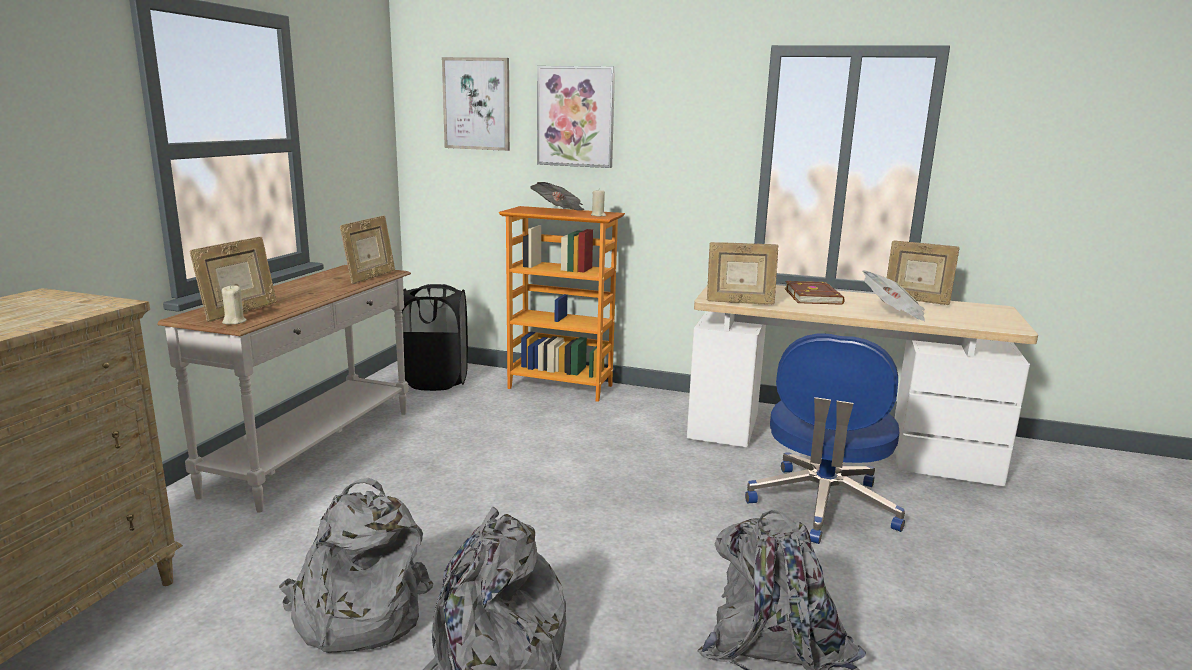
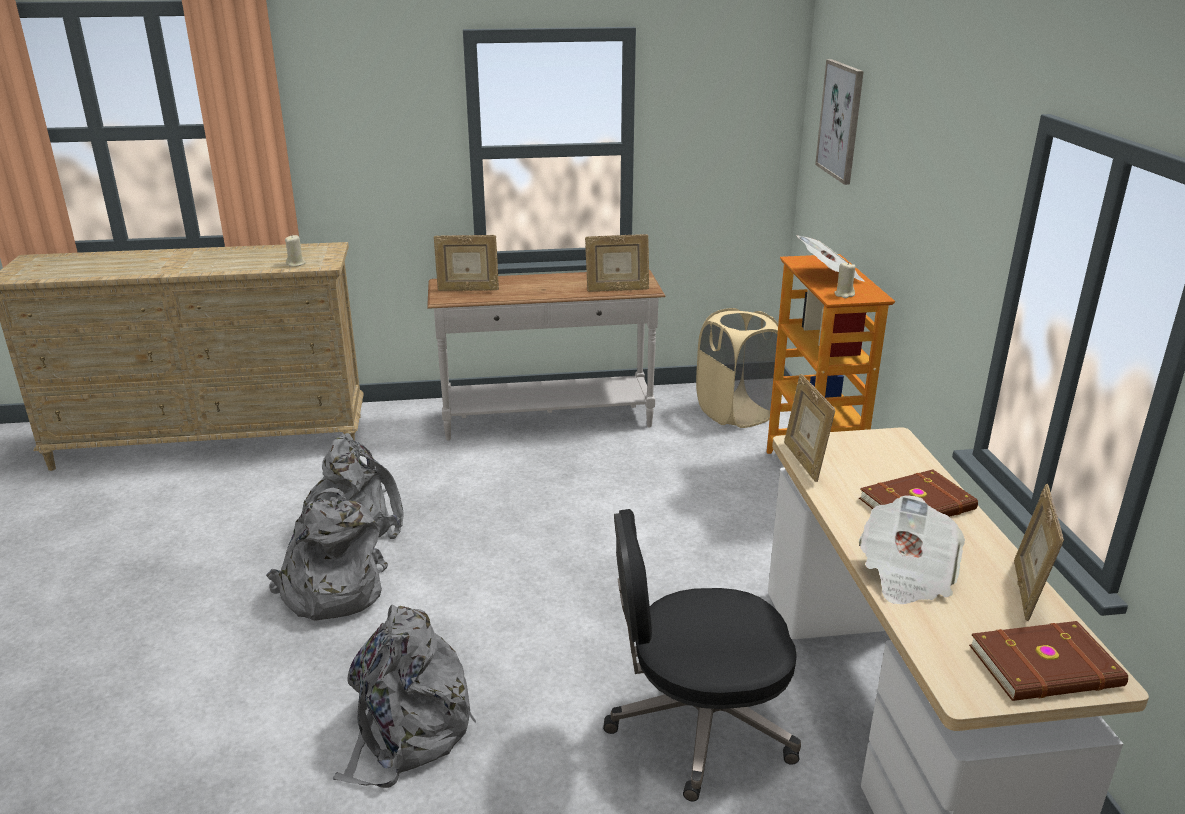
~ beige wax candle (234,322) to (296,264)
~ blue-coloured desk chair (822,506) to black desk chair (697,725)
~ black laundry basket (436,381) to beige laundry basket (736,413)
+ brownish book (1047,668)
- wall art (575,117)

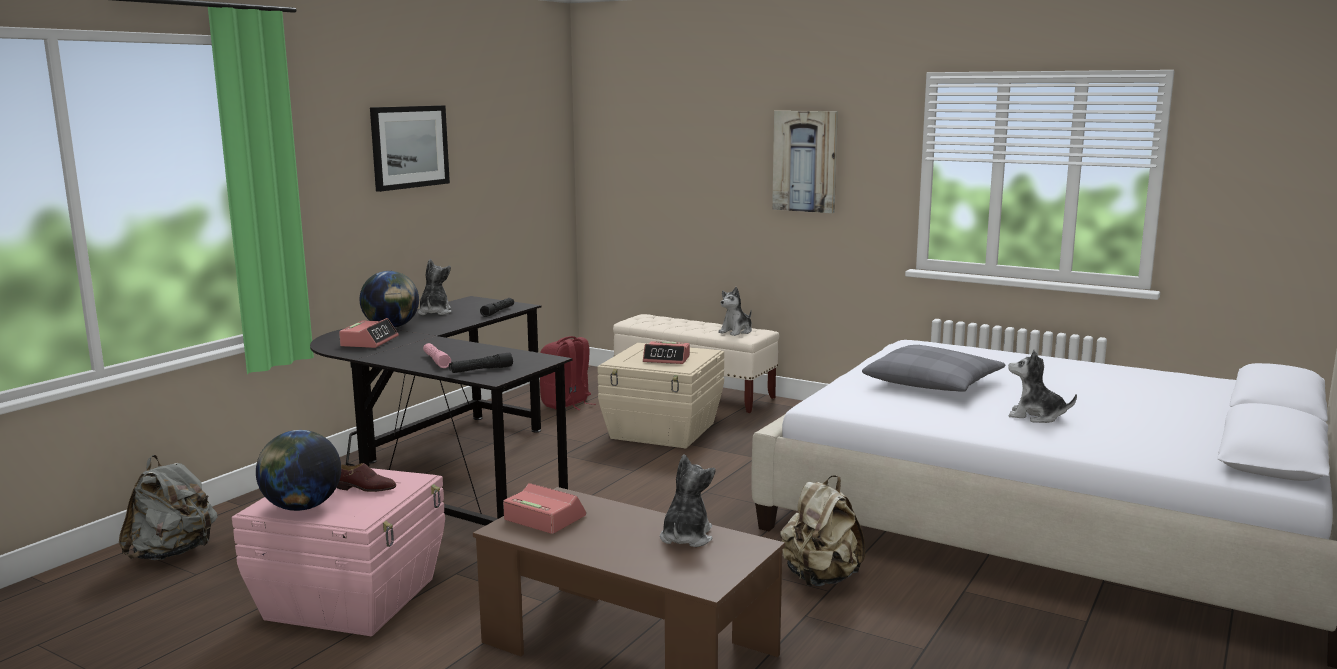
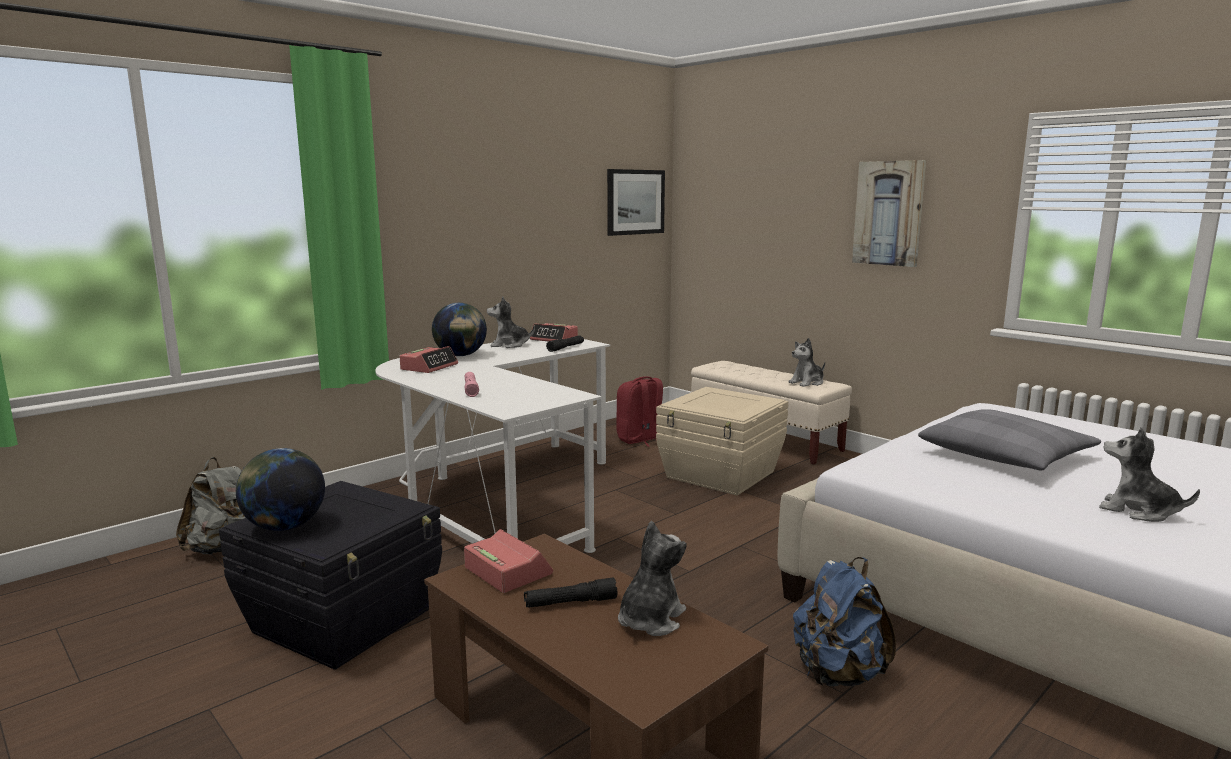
~ pink-coloured storage box (353,598) to black storage box (344,620)
~ black desk table (447,476) to whitish desk table (500,499)
~ cuddly toy (434,312) = (509,345) 105 degrees counterclockwise
~ black flashlight (481,370) to (570,603)
~ alarm clock (666,359) to (554,339)
~ wall art (409,147) to (635,202)
~ beige knapsack (820,578) to blue-coloured knapsack (838,674)
- brownish shoe (366,488)

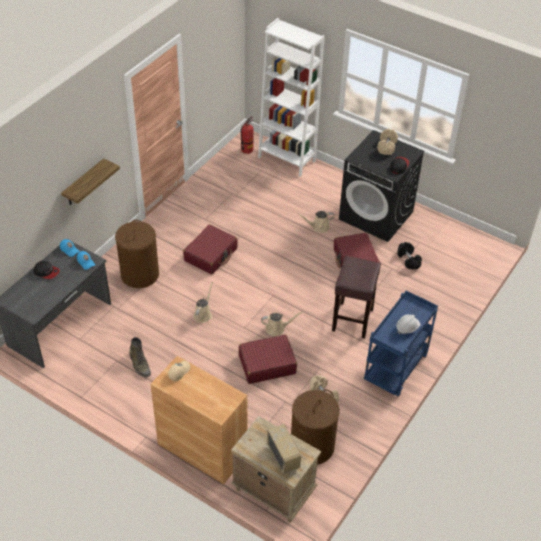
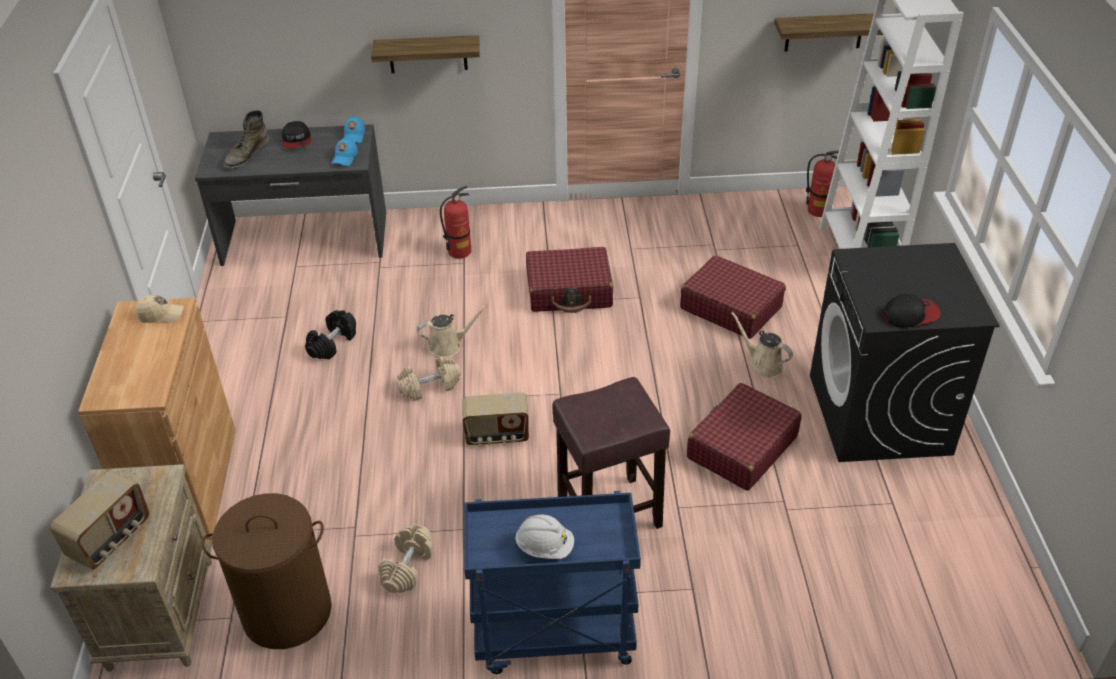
~ green tall boot (140,364) to (246,154)
~ black hand weight (408,260) to (332,343)
~ beige hand weight (386,147) to (429,386)
~ brownish laundry basket (139,274) to extinguisher (459,251)
~ beige watering can (277,329) to radio (497,435)
~ red suitcase (267,364) to (730,307)
+ wall shelf (824,32)

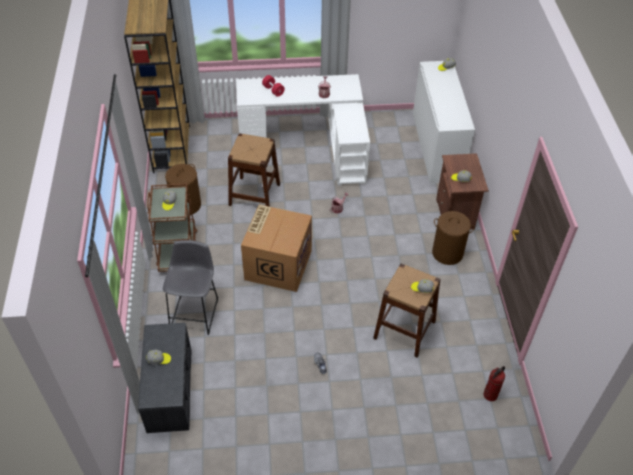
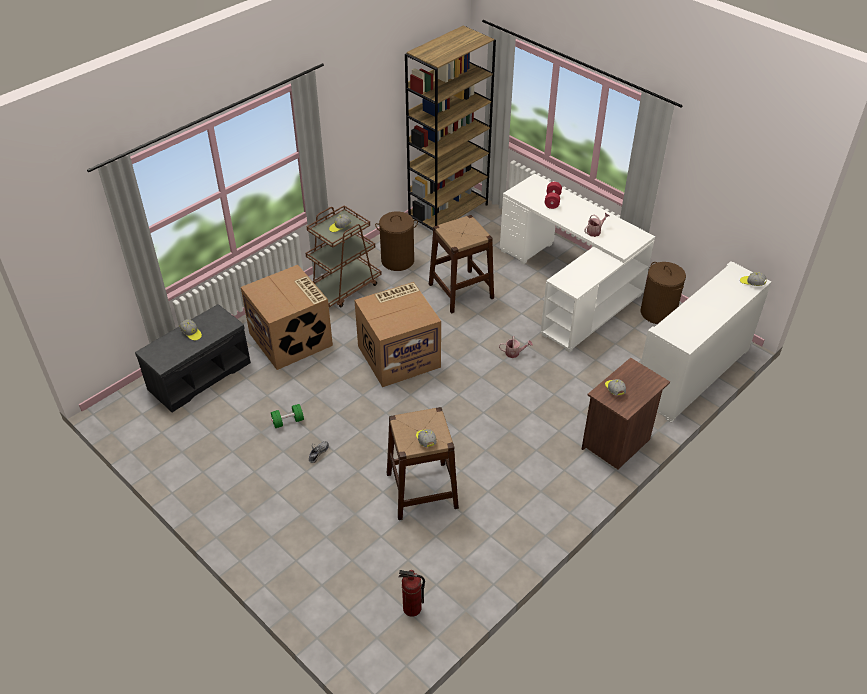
~ greyish stool (195,312) to carton (292,339)
+ green hand weight (288,421)
~ brownish laundry basket (447,253) to (658,313)

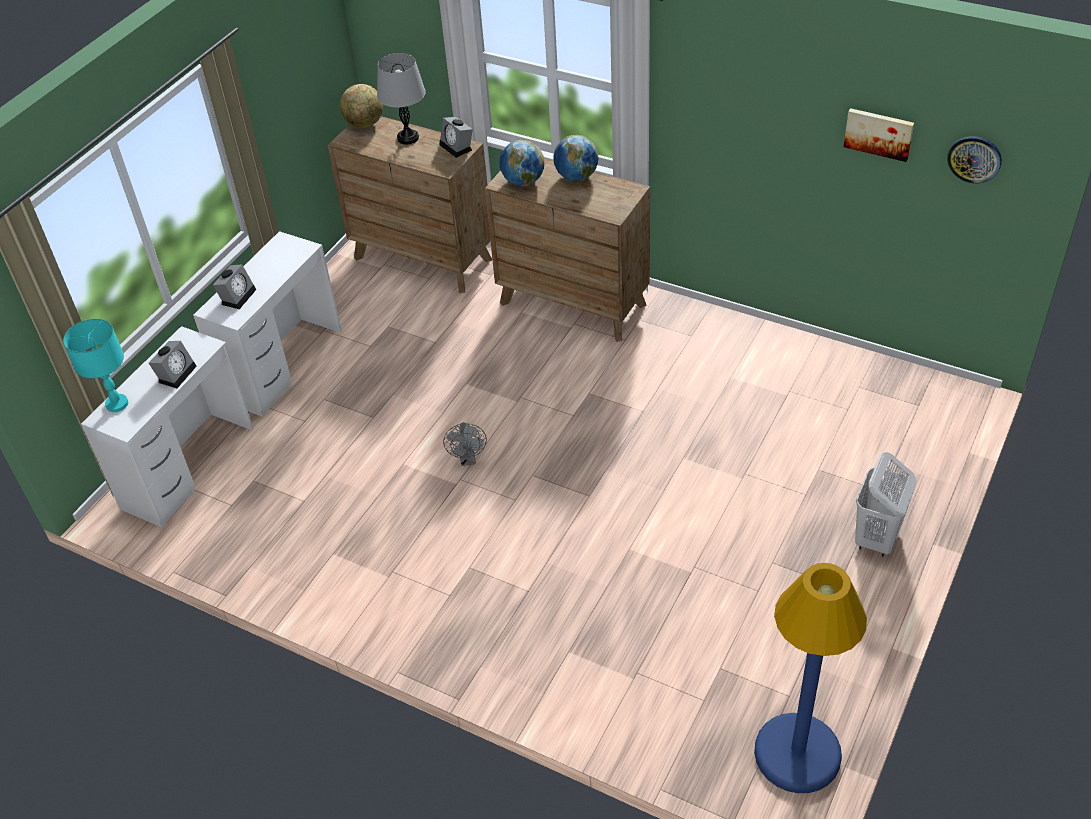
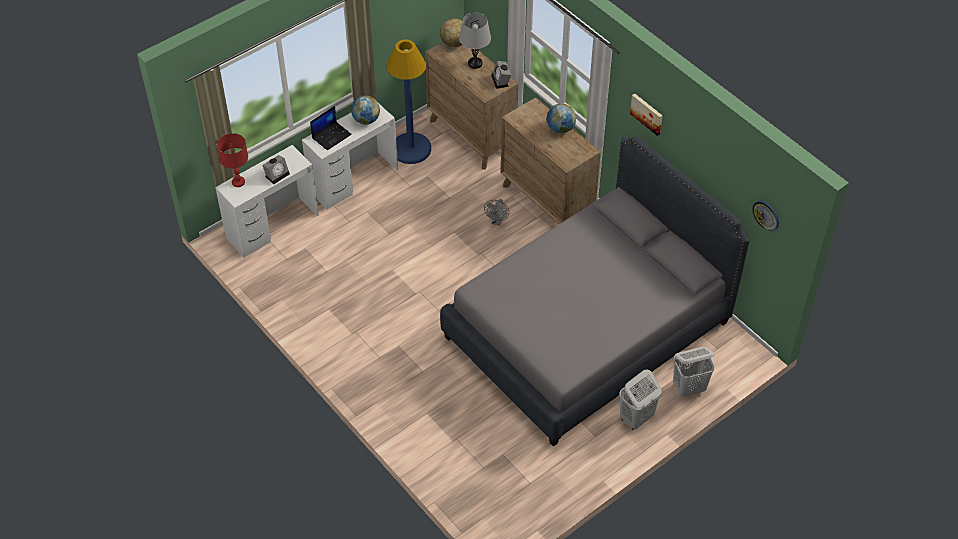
~ turquoise tabletop lamp (117,404) to red tabletop lamp (238,182)
~ alarm clock (238,295) to portable computer (331,136)
~ globe (523,181) to (366,120)
~ blue-coloured standing lamp (797,754) to (411,149)
+ greyish sleeping bed (587,329)
~ greyish electric fan (468,459) to (497,221)
~ wall art (879,133) to (647,113)
+ whitish laundry basket (689,388)

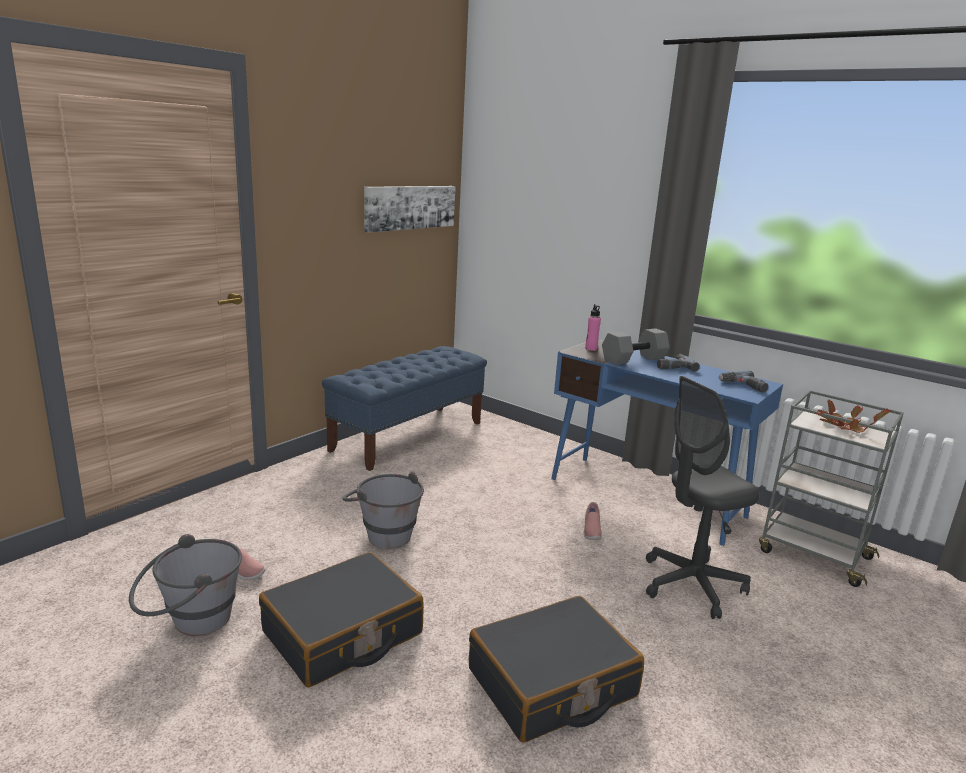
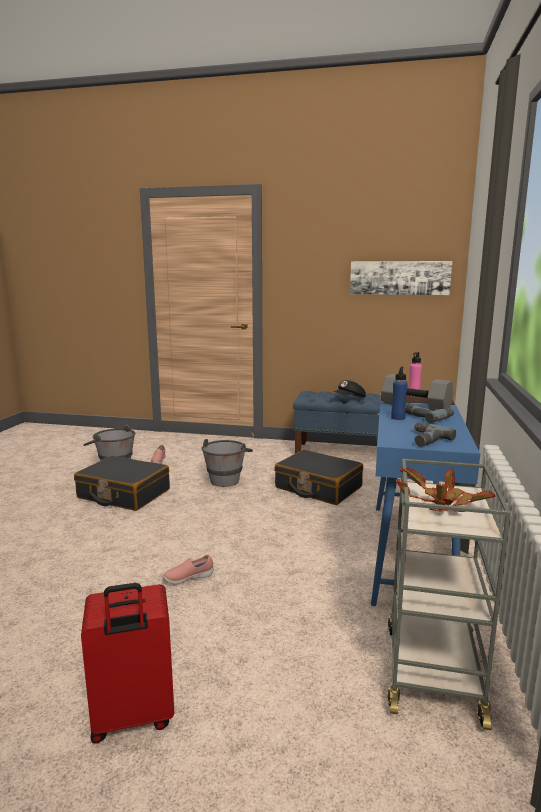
+ red suitcase (133,718)
~ pink-coloured shoe (591,531) to (188,578)
~ black suitcase (552,684) to (318,488)
+ black cap (349,399)
+ blue-coloured bottle (398,418)
- greyish desk chair (691,585)

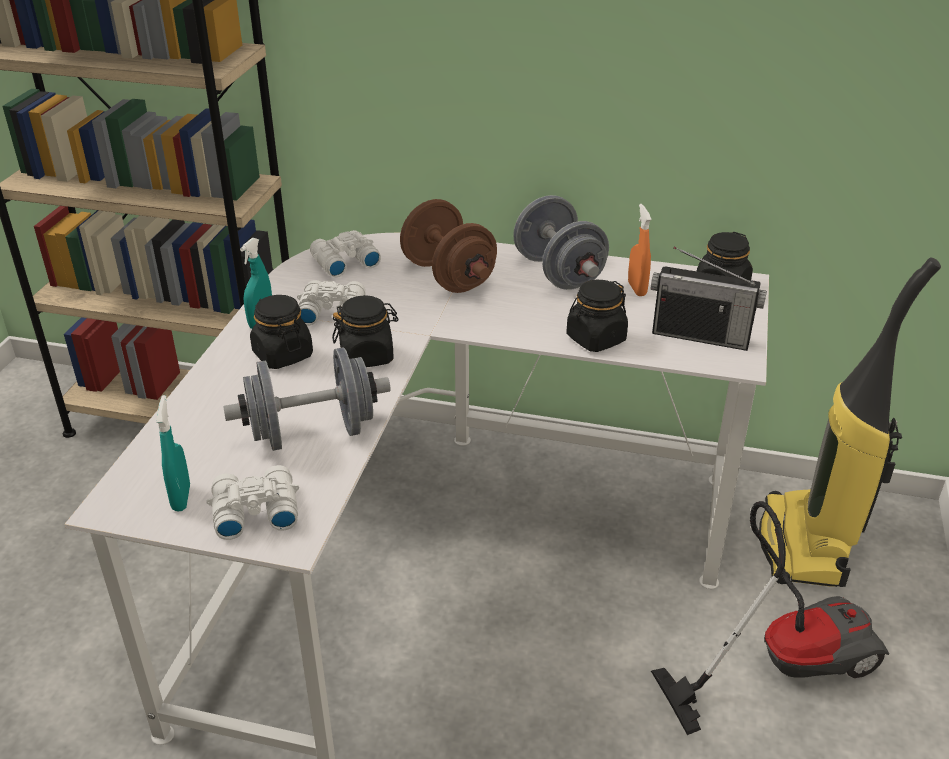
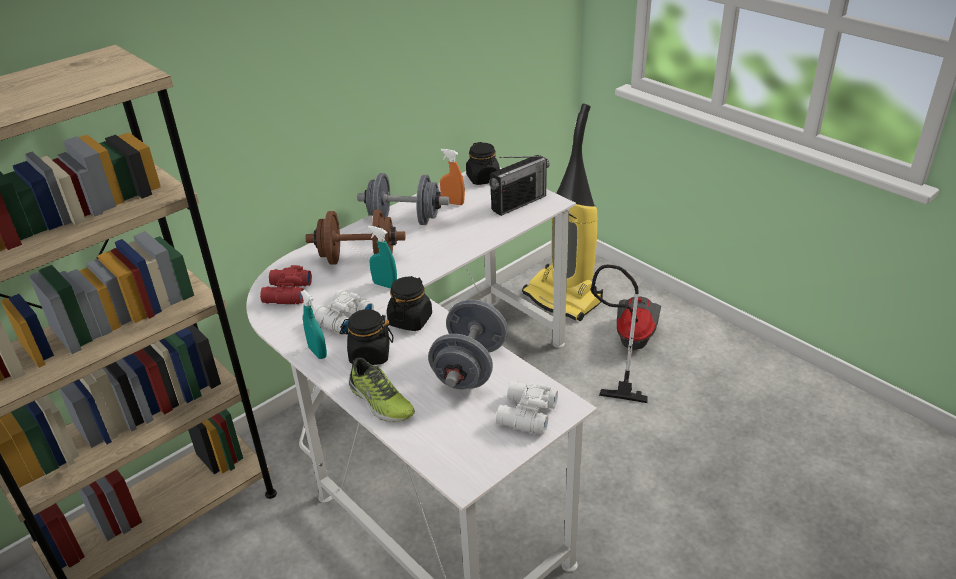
~ whitish binoculars (344,262) to red binoculars (286,294)
+ shoe (380,402)
~ turquoise sprayer (181,498) to (385,285)
- black preserve jar (595,339)

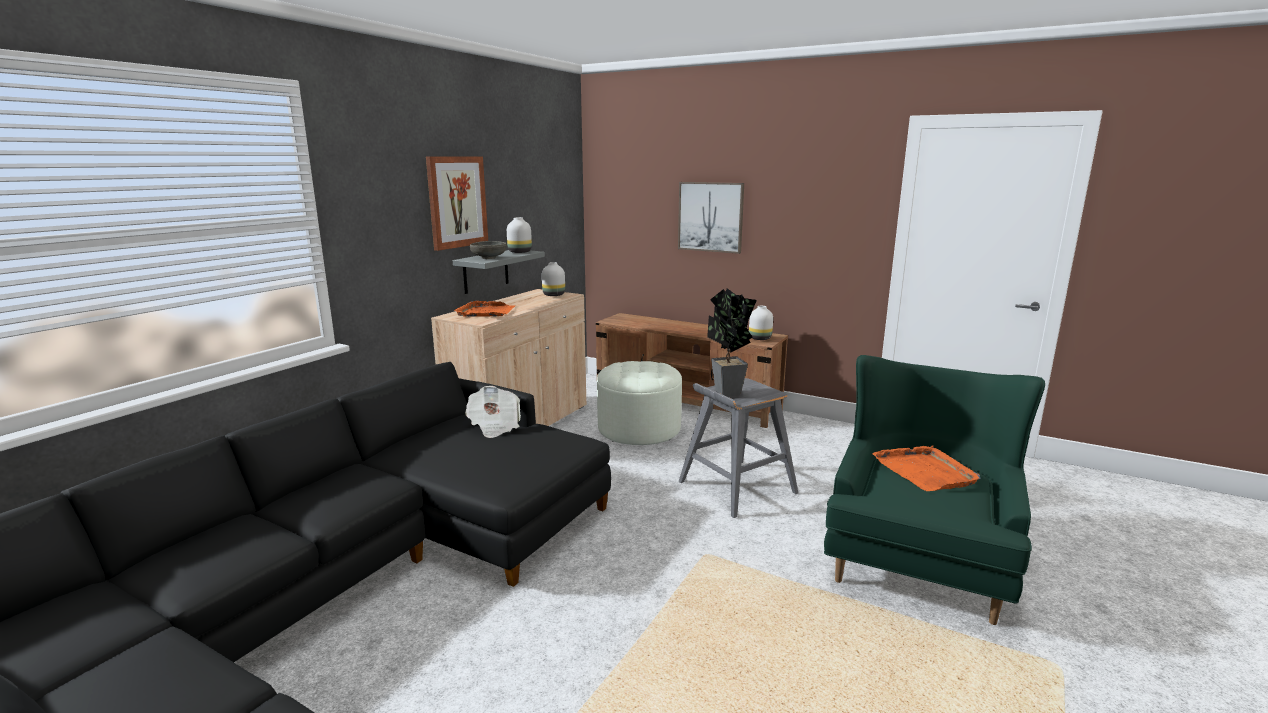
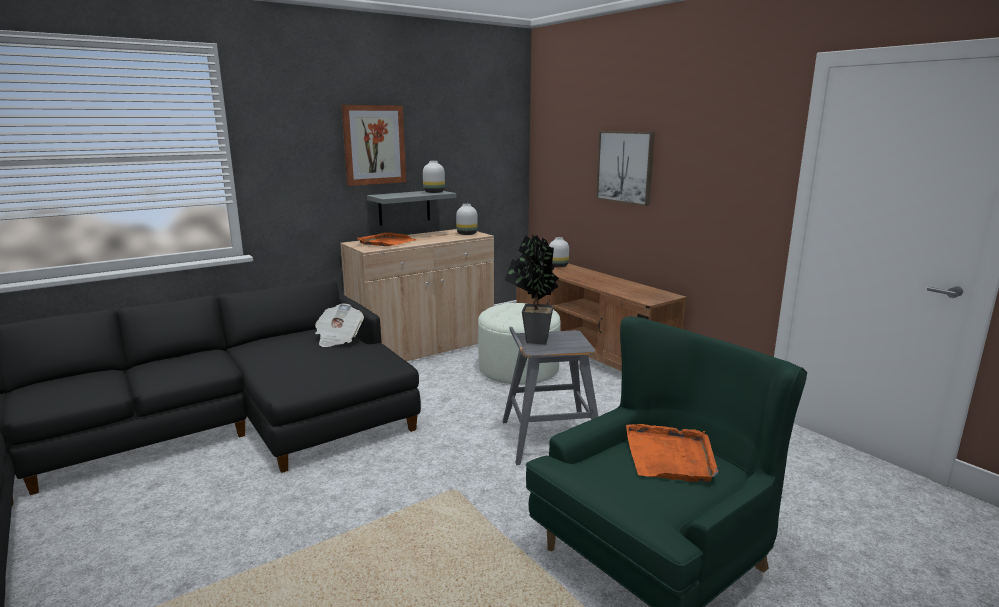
~ whitish decorative vase (760,338) to (558,266)
- greyish bowl (489,258)

